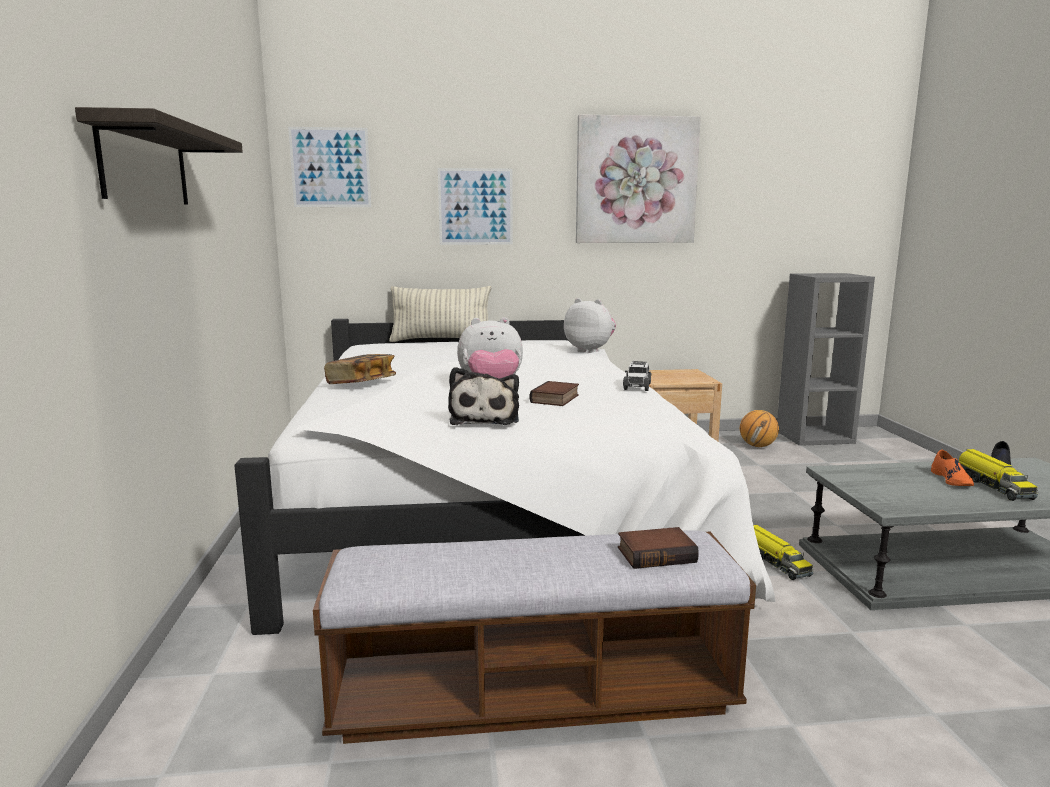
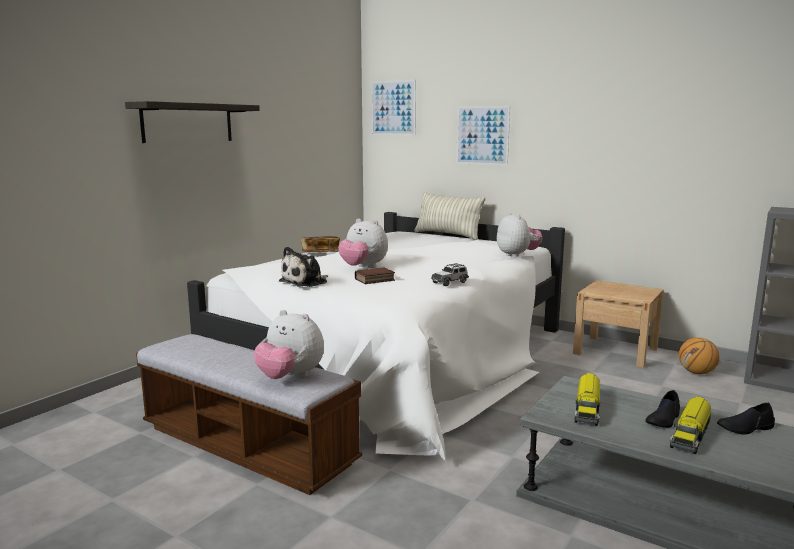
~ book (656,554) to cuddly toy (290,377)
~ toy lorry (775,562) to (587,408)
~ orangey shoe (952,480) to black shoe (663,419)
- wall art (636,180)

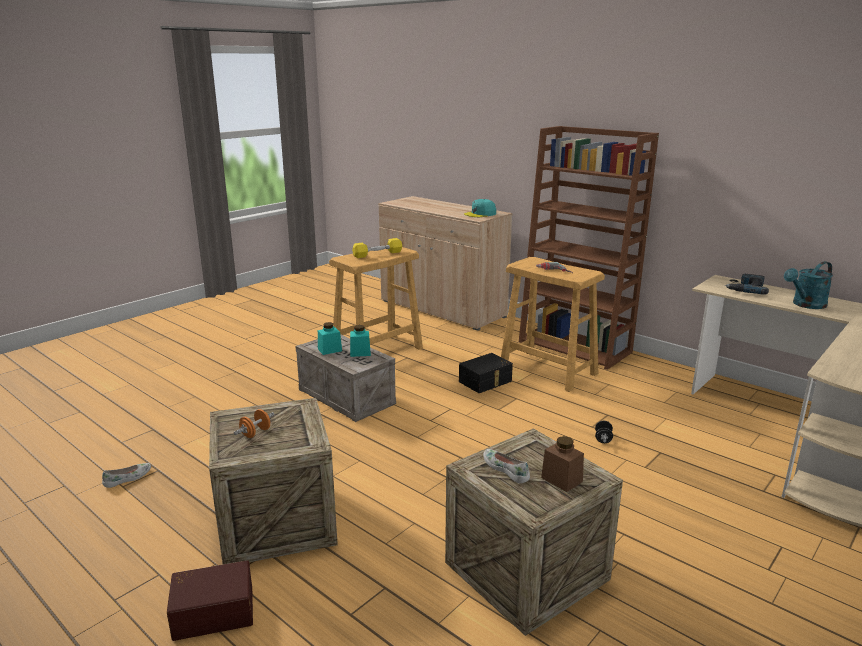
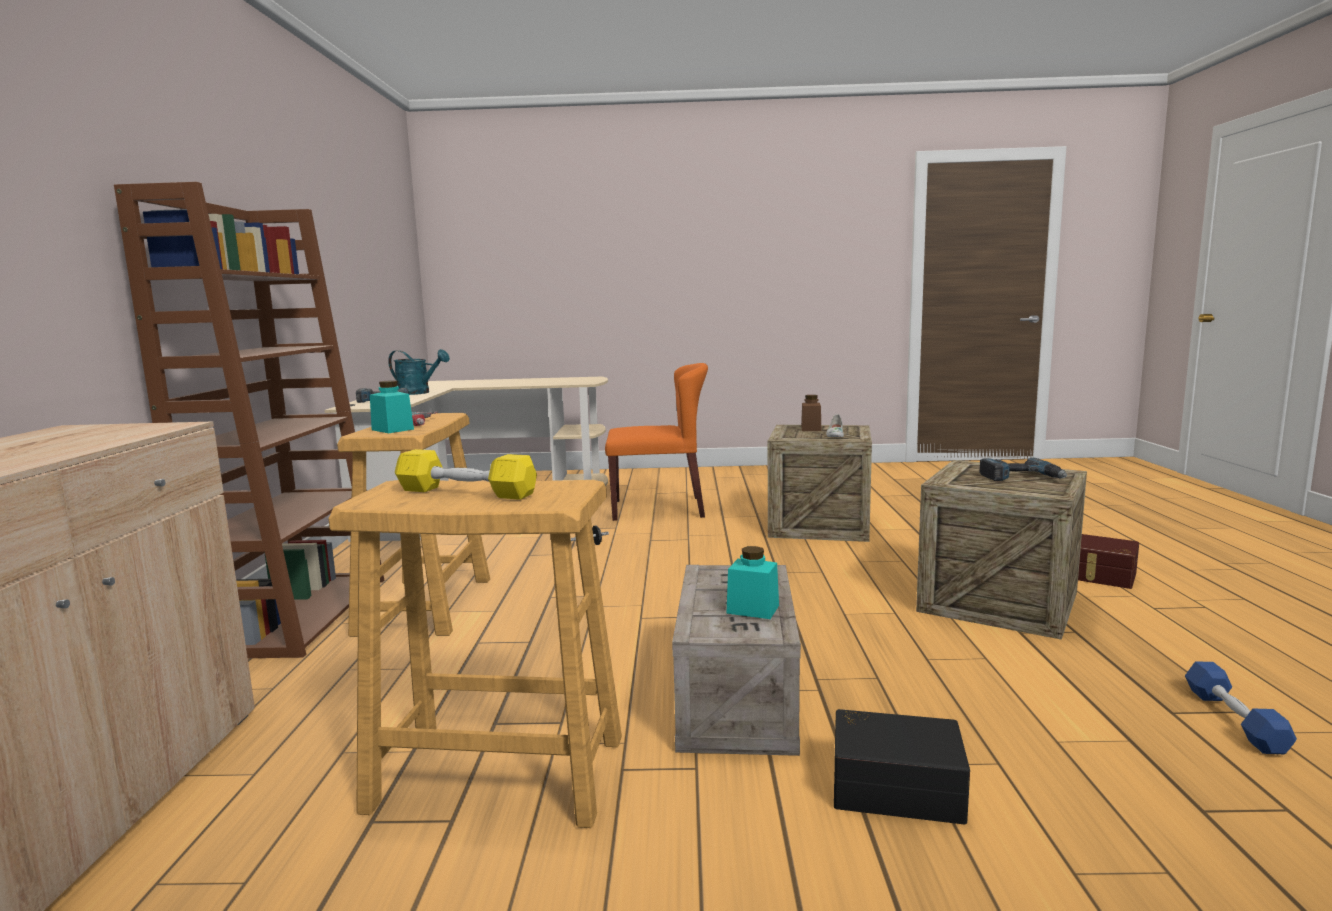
~ turquoise preserve jar (360,353) to (392,429)
+ orangey chair (658,508)
~ black storage box (486,382) to (896,786)
~ orangey hand weight (255,433) to electric drill (1021,477)
~ whitish shoe (128,478) to blue-coloured hand weight (1234,720)
- turquoise cap (480,214)

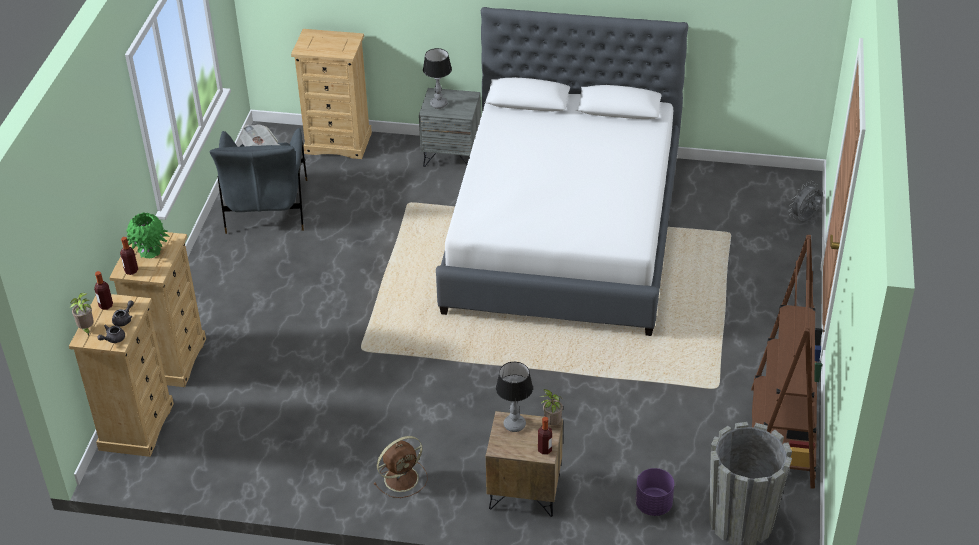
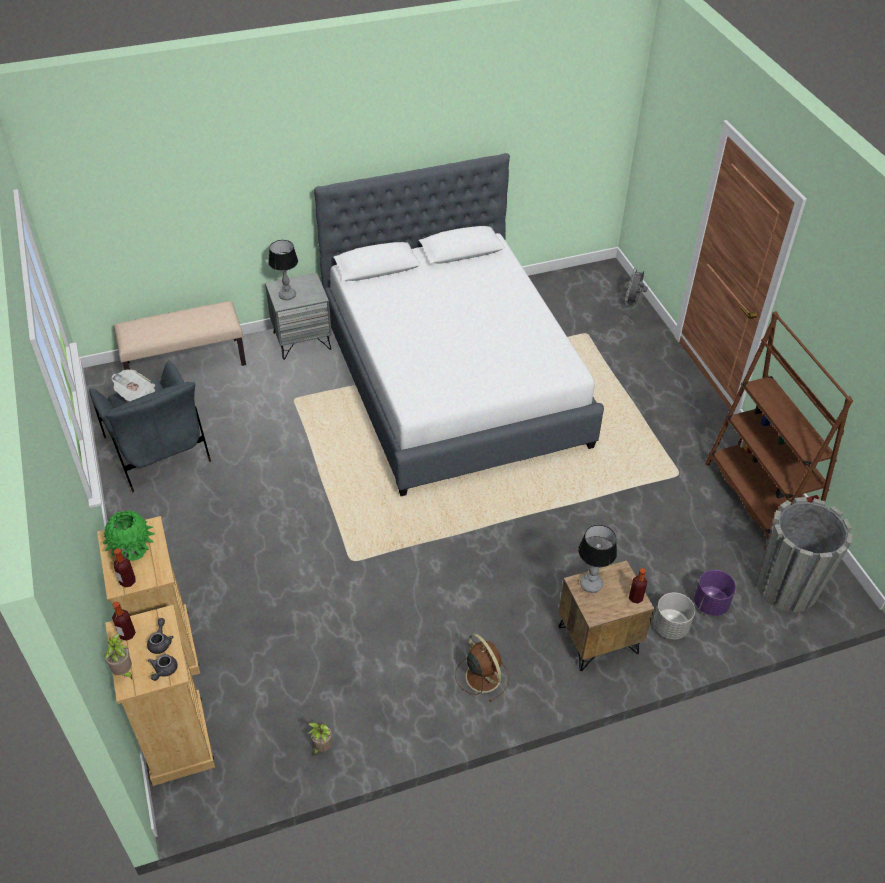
~ beige dresser (338,143) to beige indoor bench (185,363)
~ plant in a pot (551,424) to (321,747)
~ brownish electric fan (402,478) = (482,675) 60 degrees counterclockwise
+ greyish planter (670,627)

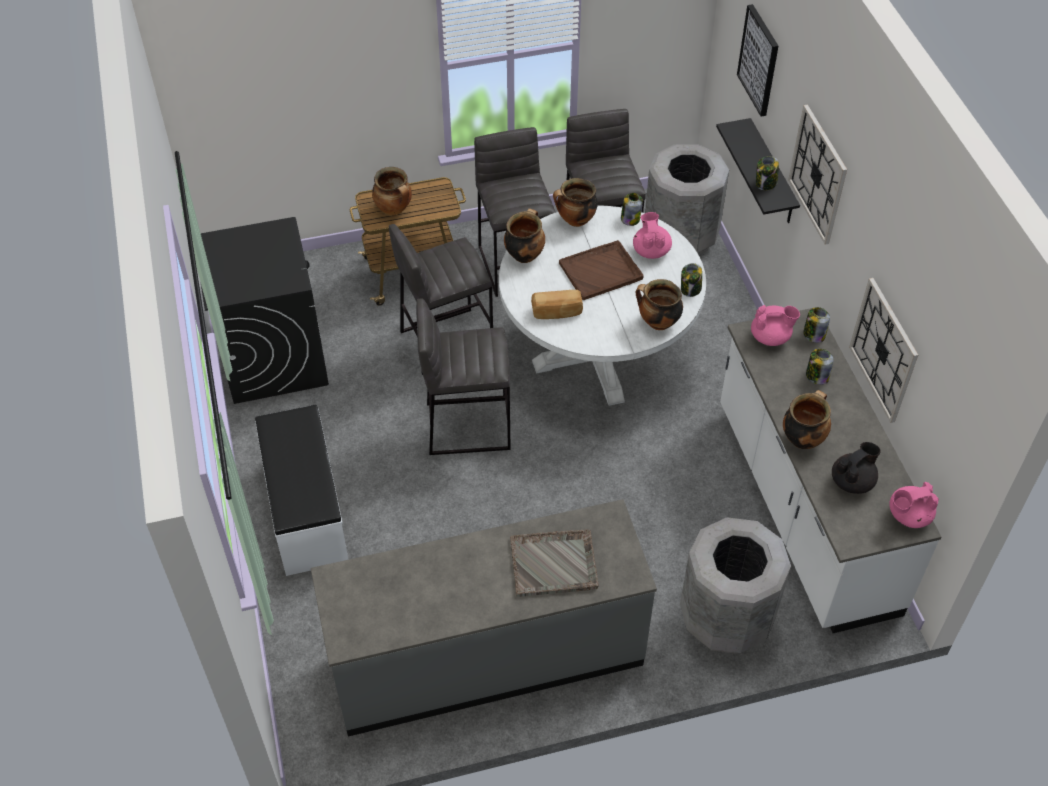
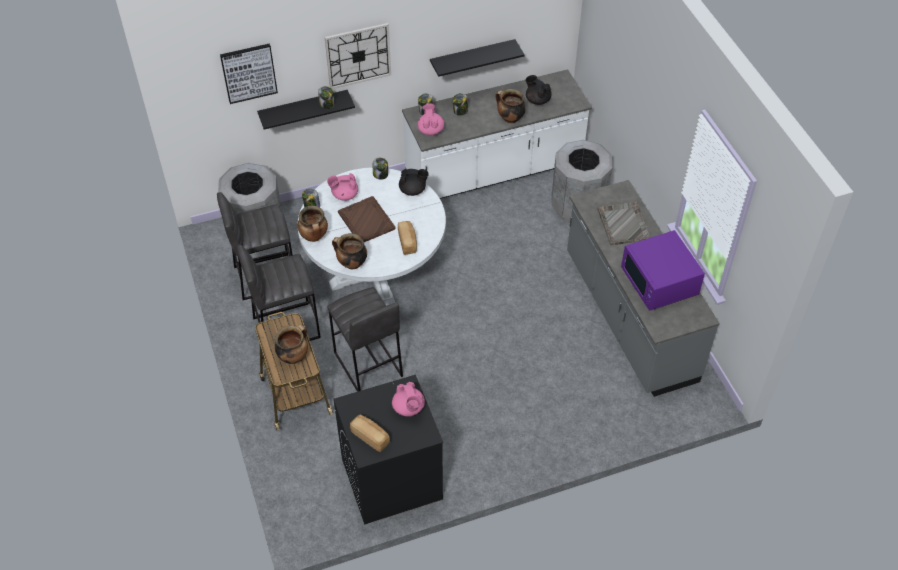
+ baked bread (370,437)
~ pink-coloured teapot (908,516) to (409,408)
~ saucepot (657,323) to black teapot (413,190)
~ clock on the wall (884,350) to black wall shelf (472,58)
+ purple-coloured microwave oven (659,282)
- whitish indoor bench (305,511)
- greyish stool (467,425)

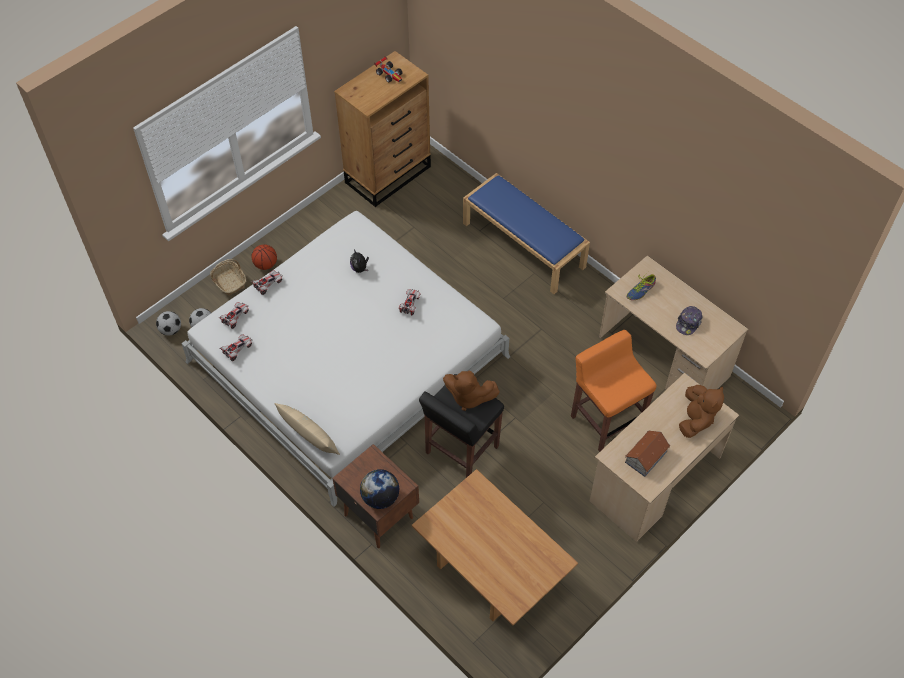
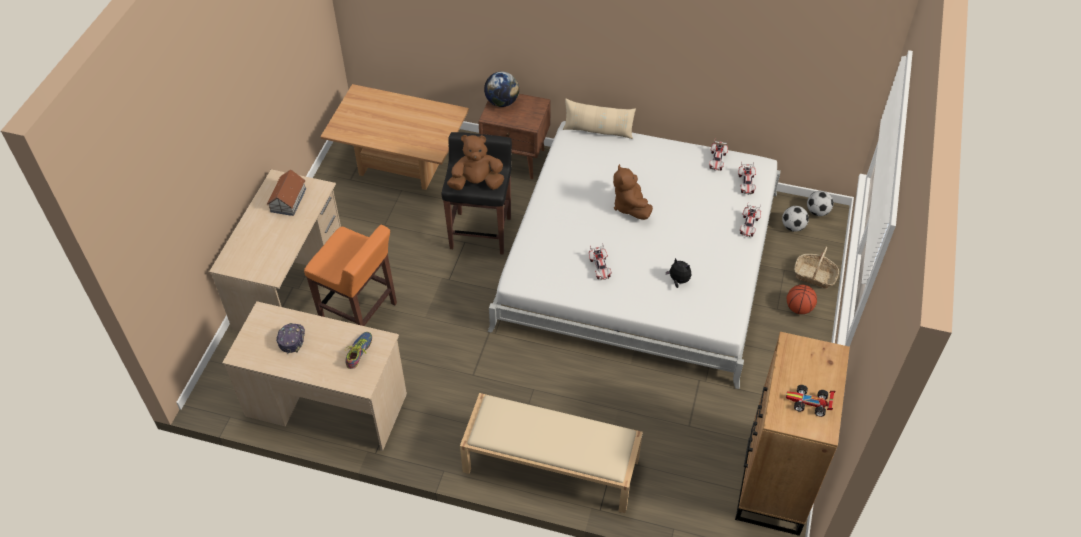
~ blue-coloured indoor bench (524,245) to beige indoor bench (550,465)
~ brownish cuddly toy (696,419) to (630,206)

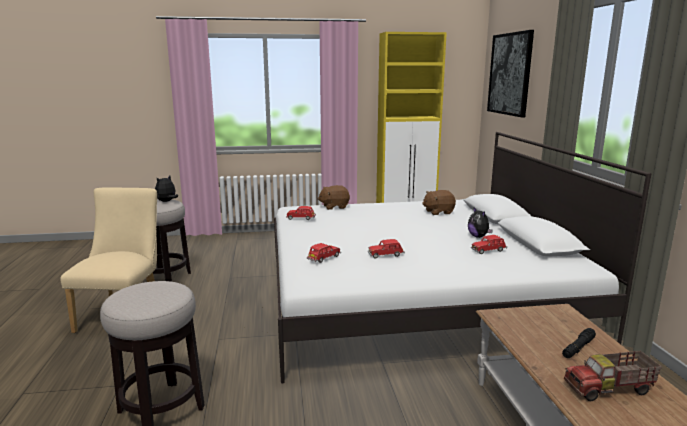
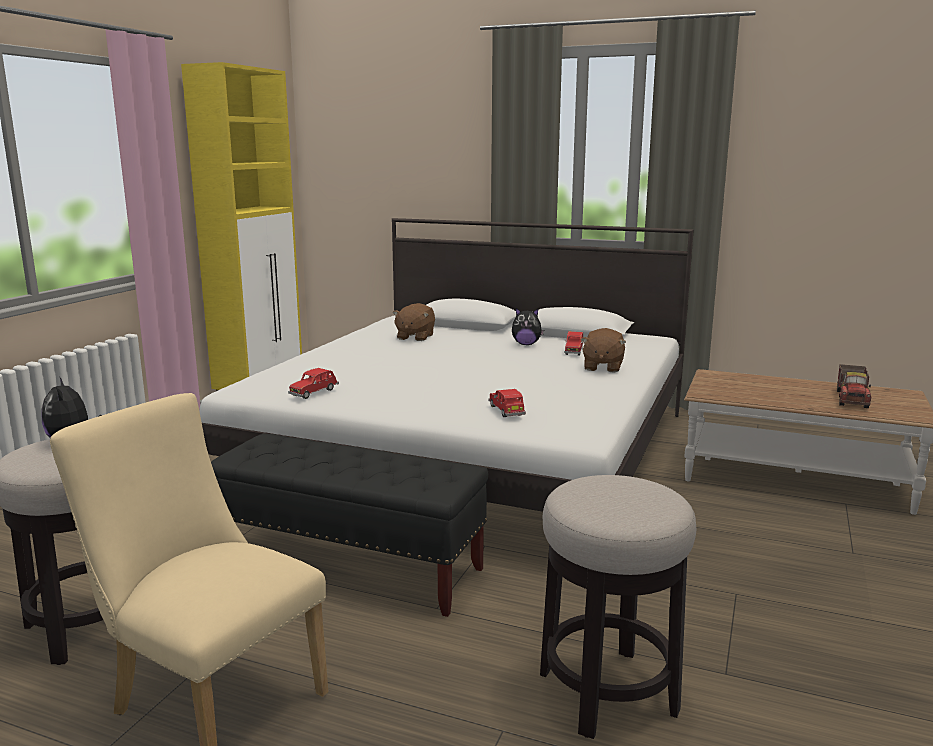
+ black indoor bench (352,568)
~ brownish cuddly toy (334,207) to (602,367)
- red model car (386,255)
- wall art (510,74)
- black flashlight (578,348)

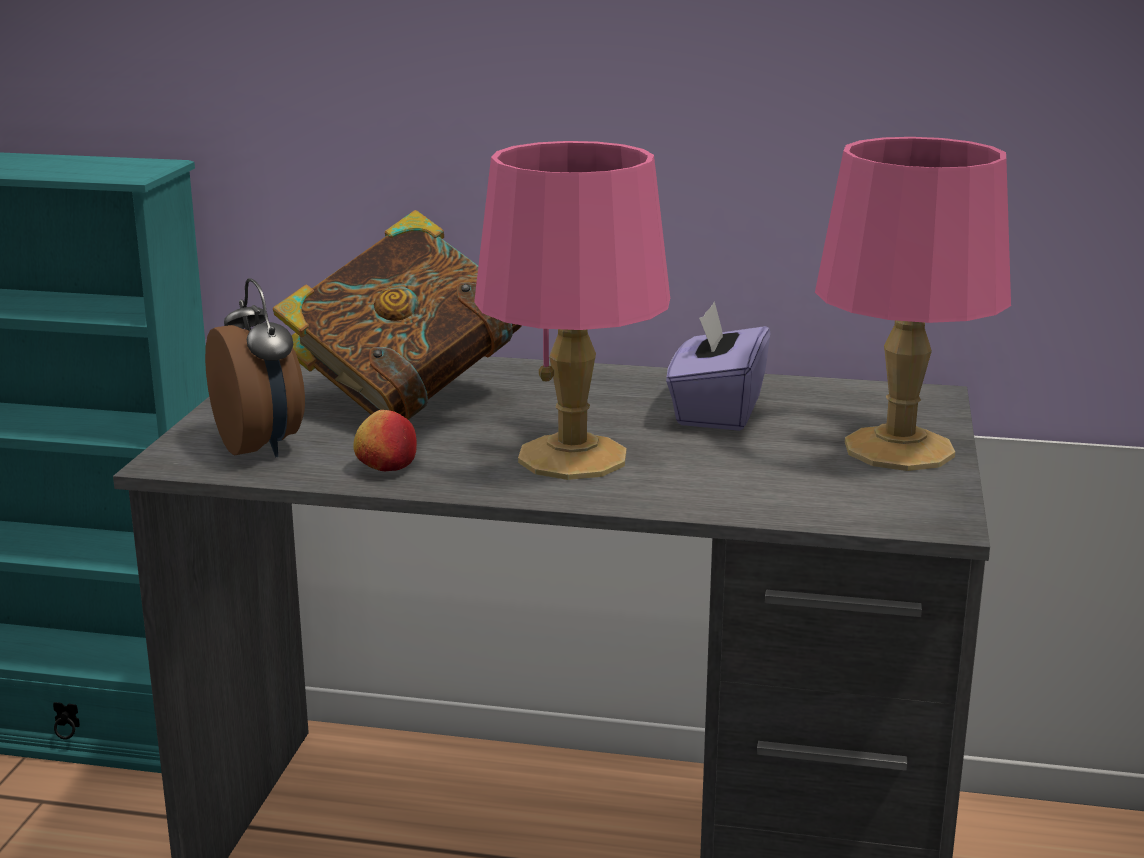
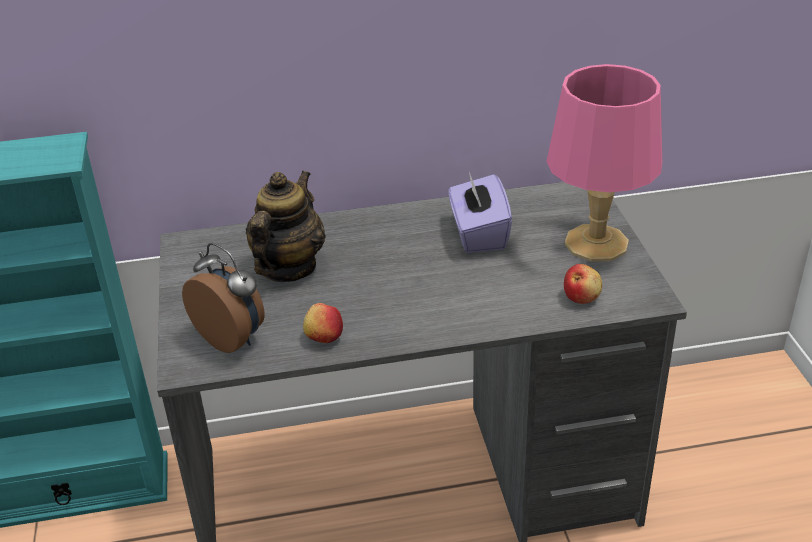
~ book (406,397) to teapot (288,268)
+ apple fruit (581,297)
- pink-coloured tabletop lamp (575,457)

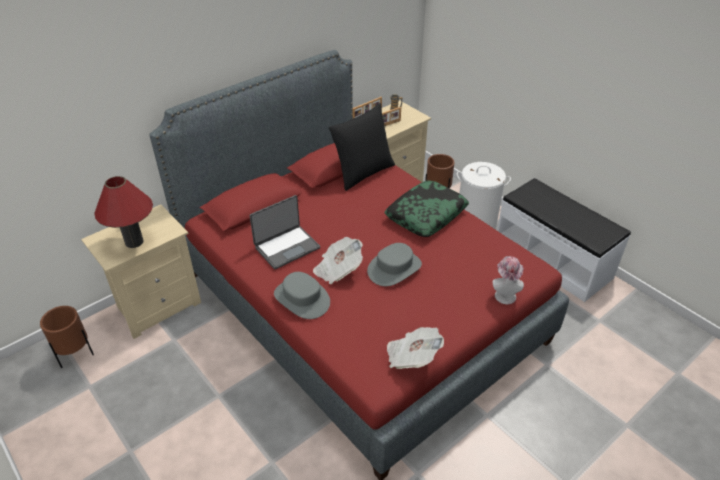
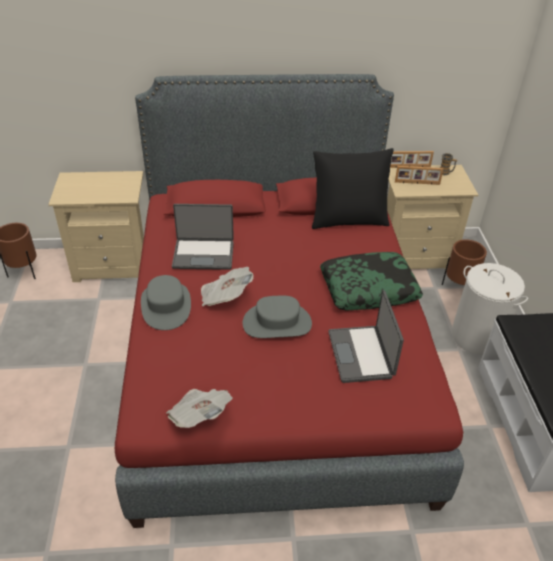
+ portable computer (362,354)
- red tabletop lamp (134,242)
- clothing hat (504,294)

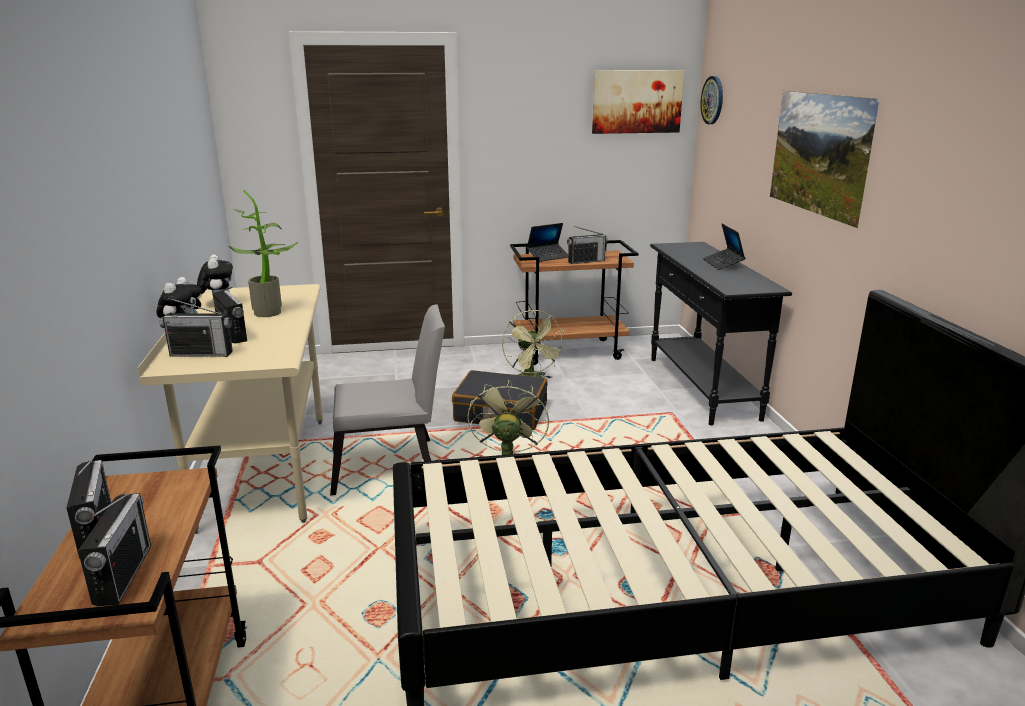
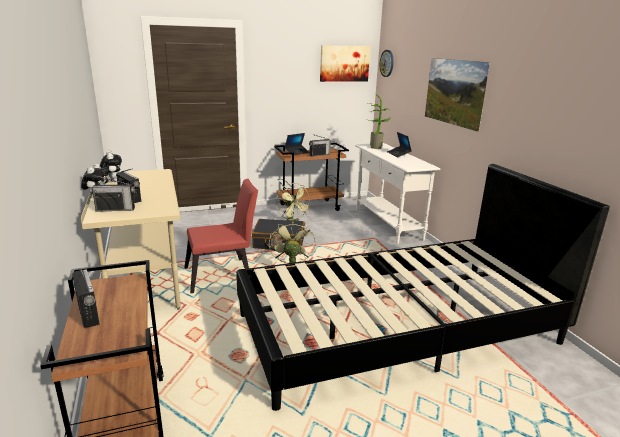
~ greyish chair (392,467) to red chair (223,275)
~ black console table (702,388) to whitish console table (387,224)
~ plant in a pot (271,311) to (376,147)
- radio (123,575)

